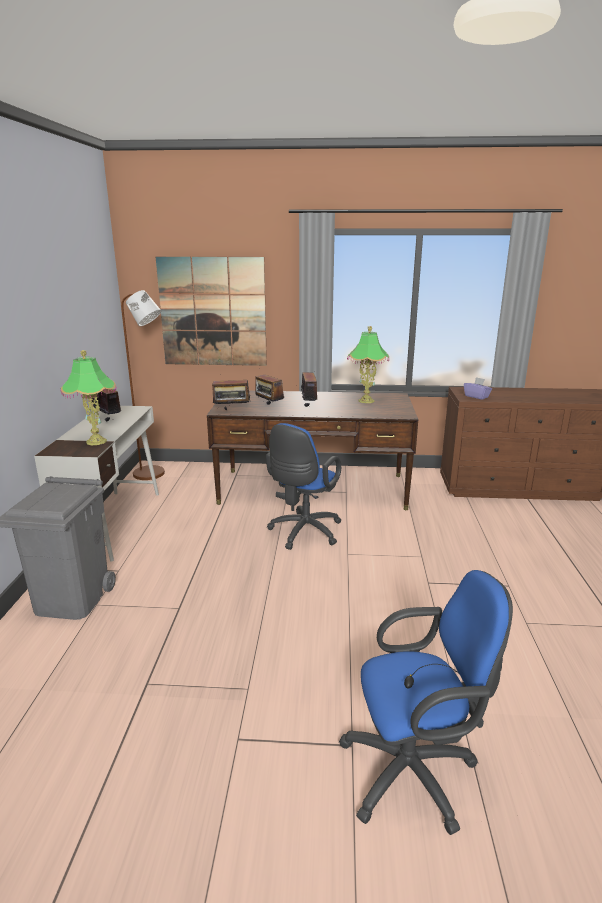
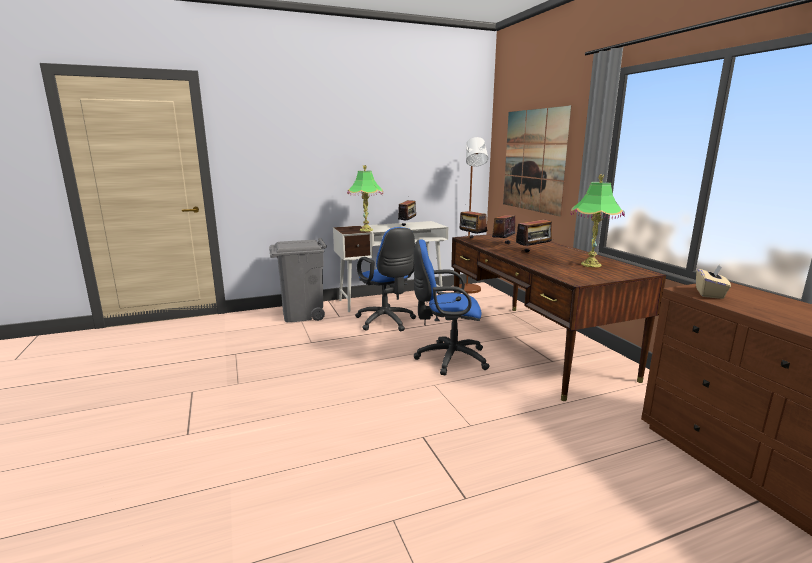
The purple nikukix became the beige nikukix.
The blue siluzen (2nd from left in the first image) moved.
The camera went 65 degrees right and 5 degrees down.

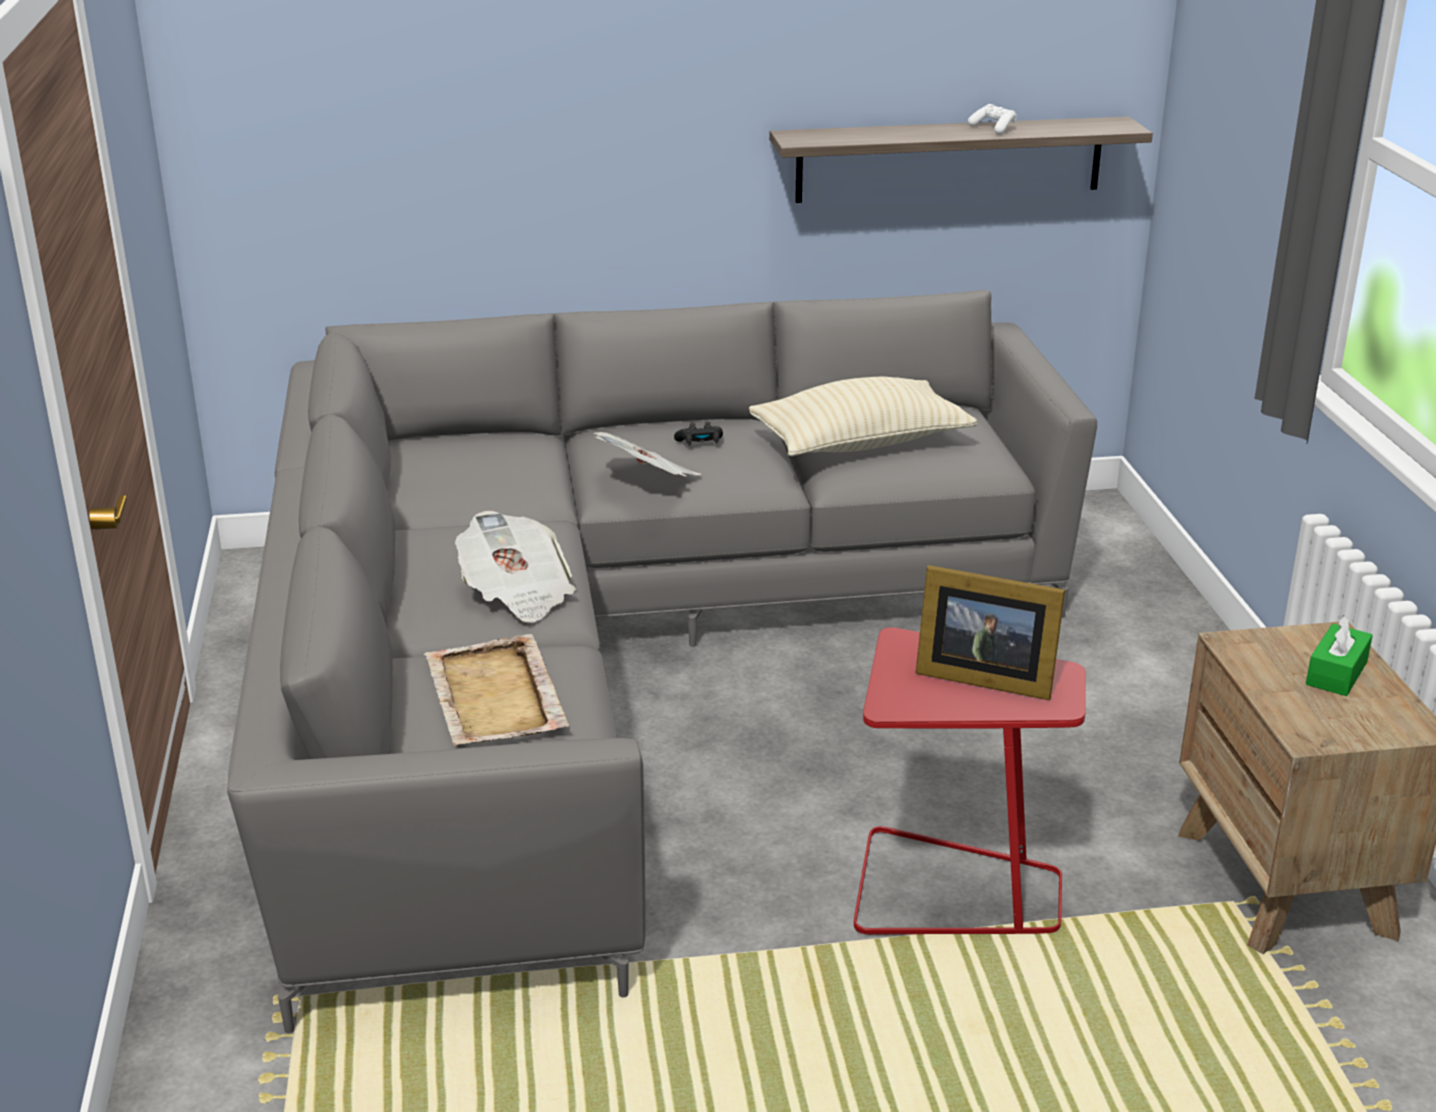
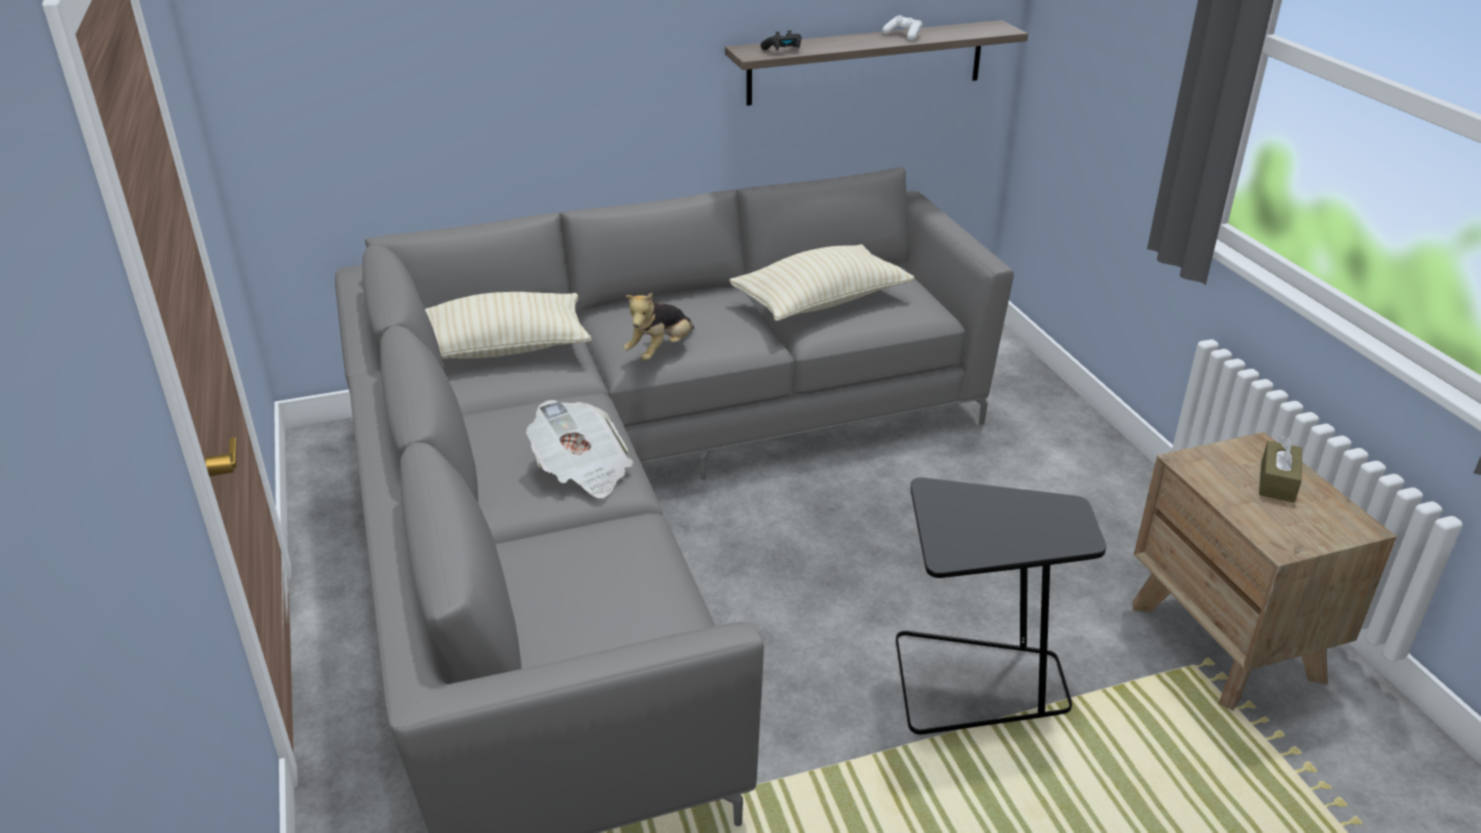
The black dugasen moved.
The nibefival (2nd from left) was replaced by the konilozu.
The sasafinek disappeared.
The green nikukix became the brown nikukix.
The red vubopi became the black vubopi.
The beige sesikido disappeared.
The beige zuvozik (1st from left) appeared.
The camera went 10 degrees left and 5 degrees up.

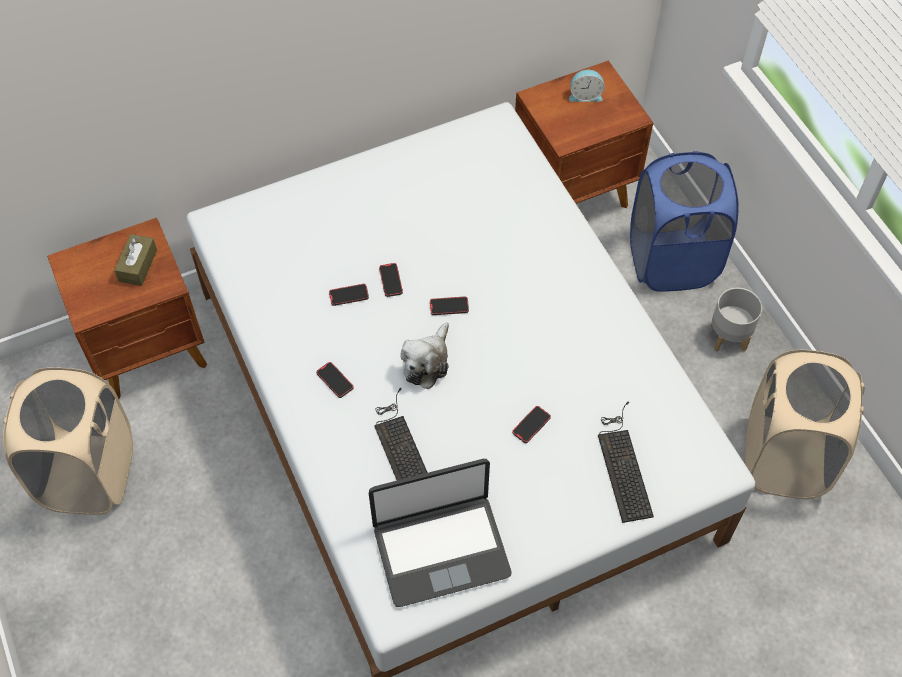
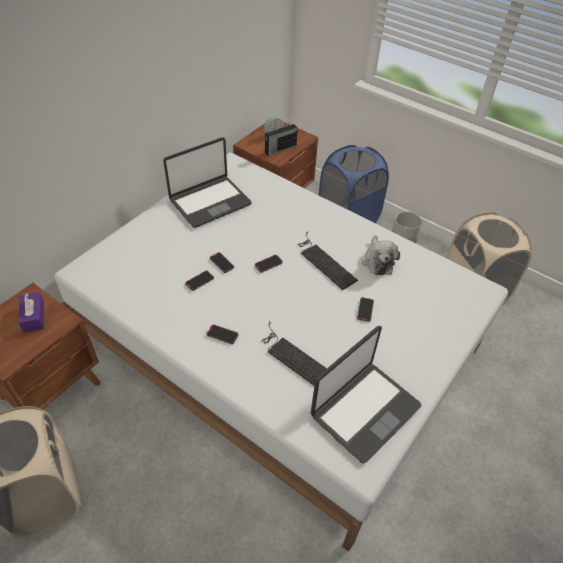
The brown nikukix became the purple nikukix.
The konilozu moved.
The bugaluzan (2nd from left) moved.
The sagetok appeared.
The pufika (1st from left) appeared.
The camera went 30 degrees left and 10 degrees down.

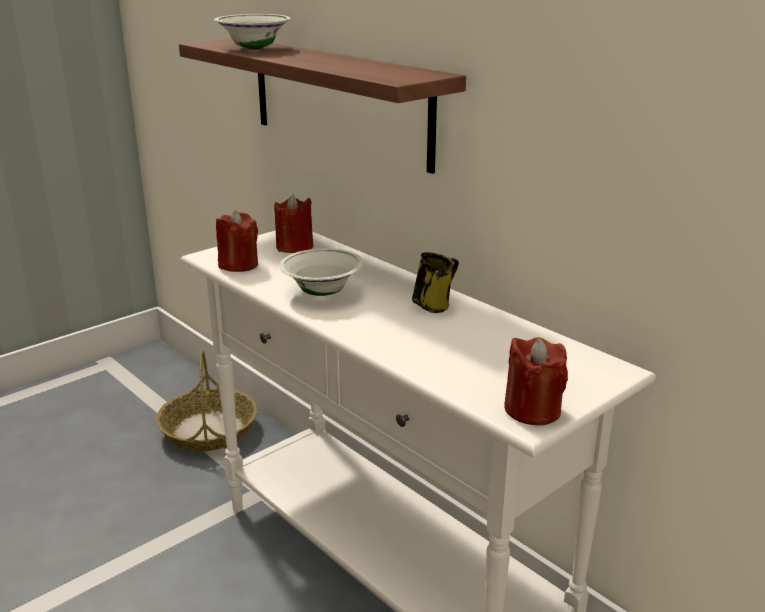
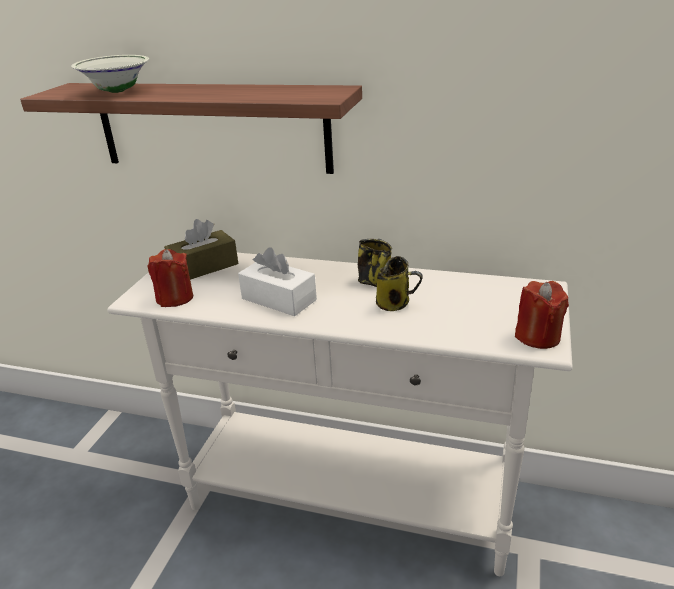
The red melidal (2nd from left) was replaced by the brown nikukix.
The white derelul (2nd from left) was replaced by the white nikukix.
The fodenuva disappeared.
The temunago (2nd from left) appeared.
The camera went 30 degrees left and 5 degrees up.

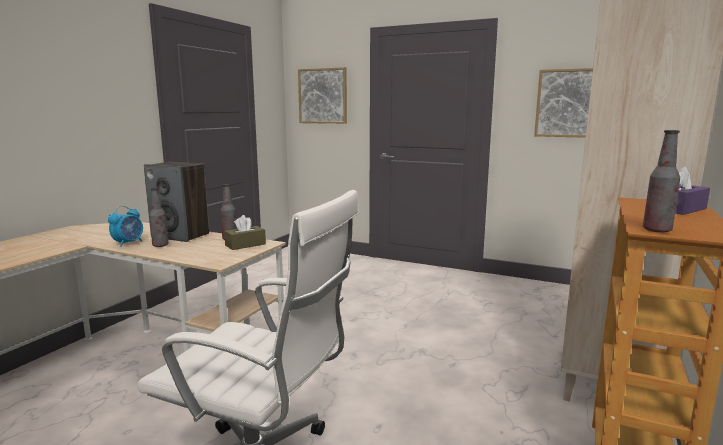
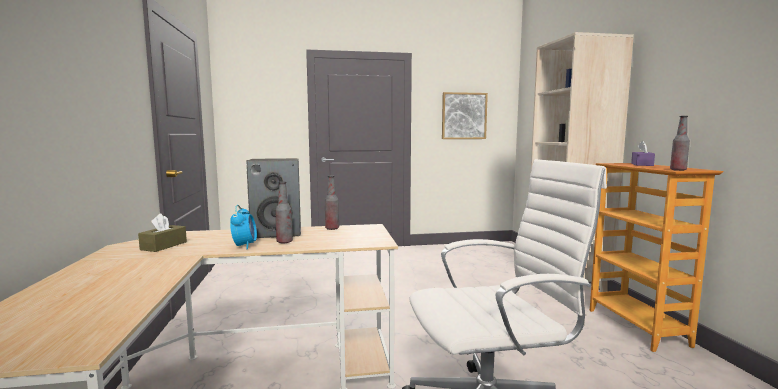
The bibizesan (1st from left) disappeared.
The brown nikukix moved.
The camera went 35 degrees left and 5 degrees down.

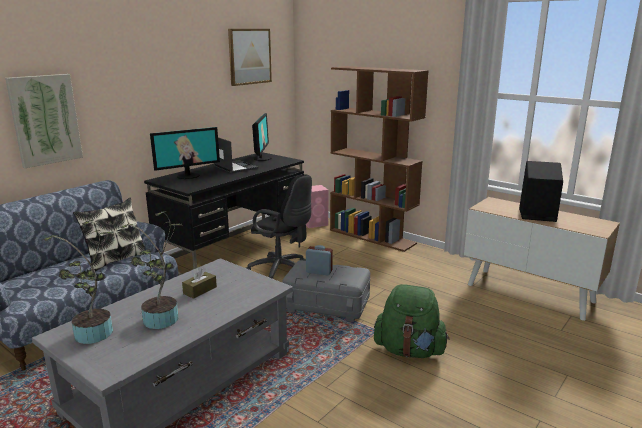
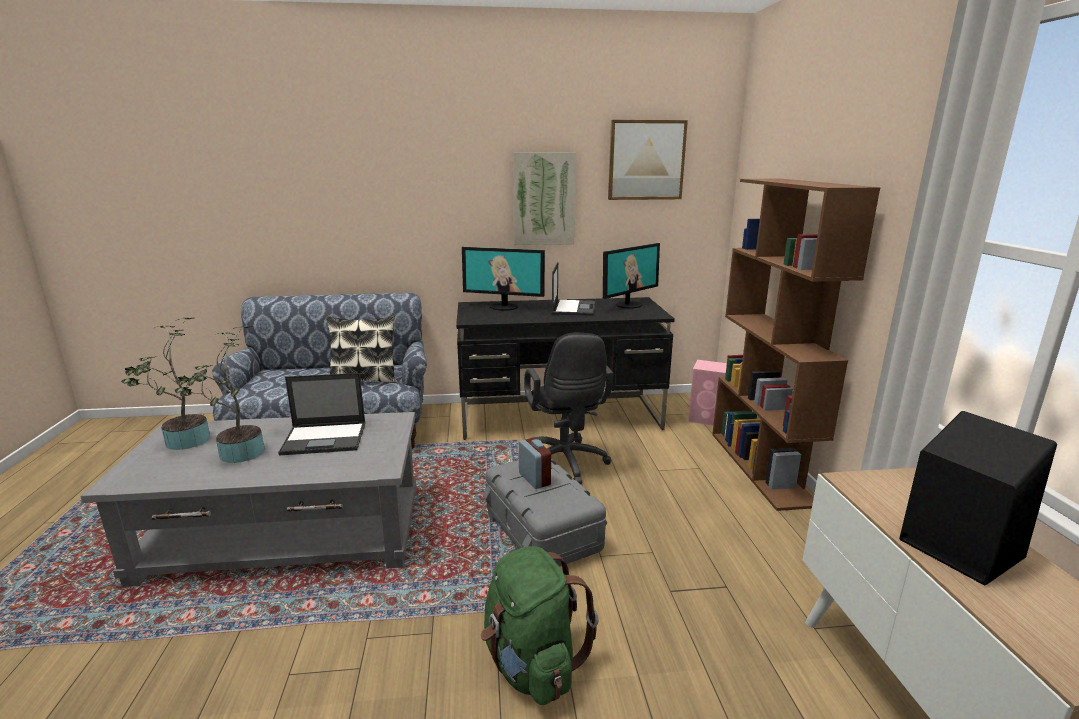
The bibizesan (1st from left) moved.
The brown nikukix was replaced by the pufika (1st from left).
The camera went 45 degrees right and 0 degrees up.

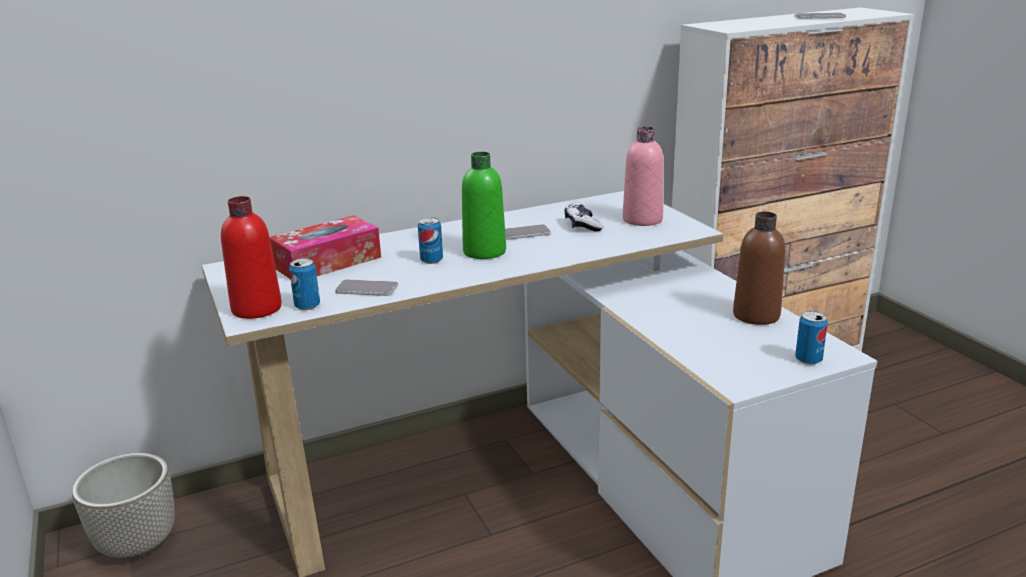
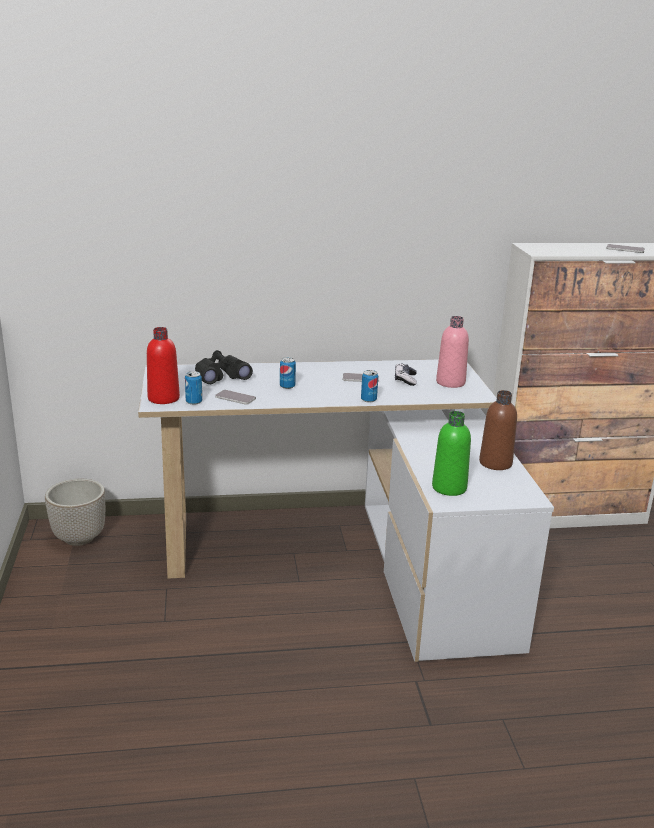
The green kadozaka moved.
The nikukix was replaced by the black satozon.
The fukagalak (3rd from left) moved.
The camera went 15 degrees right and 0 degrees up.

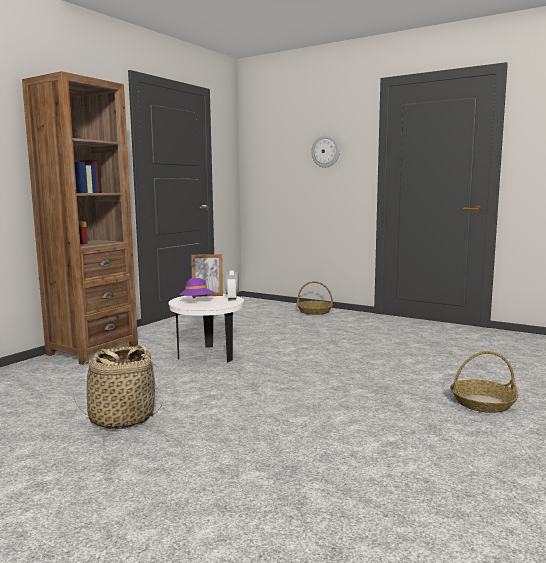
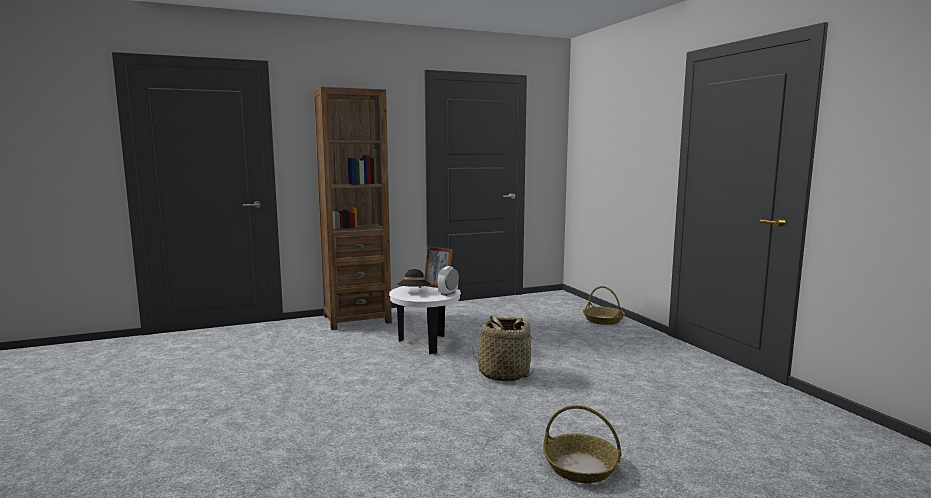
The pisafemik disappeared.
The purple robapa became the black robapa.
The fodenuva (1st from left) moved.
The camera went 35 degrees right and 0 degrees up.

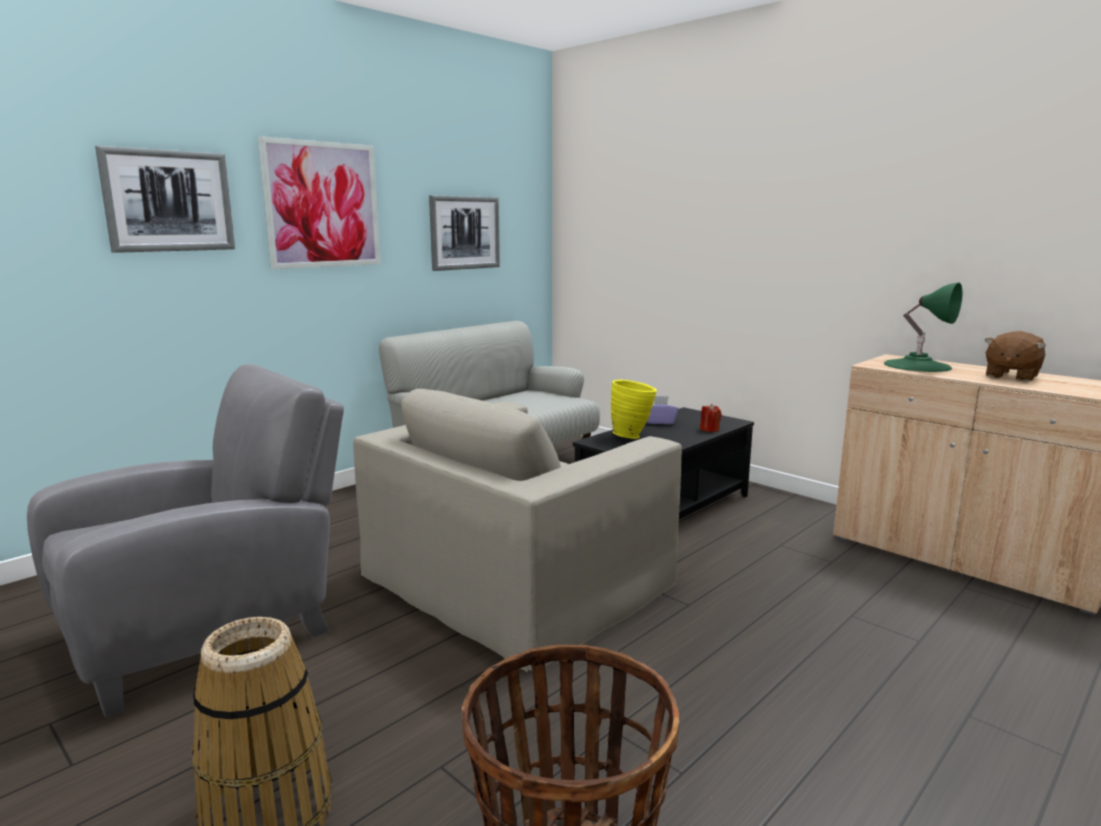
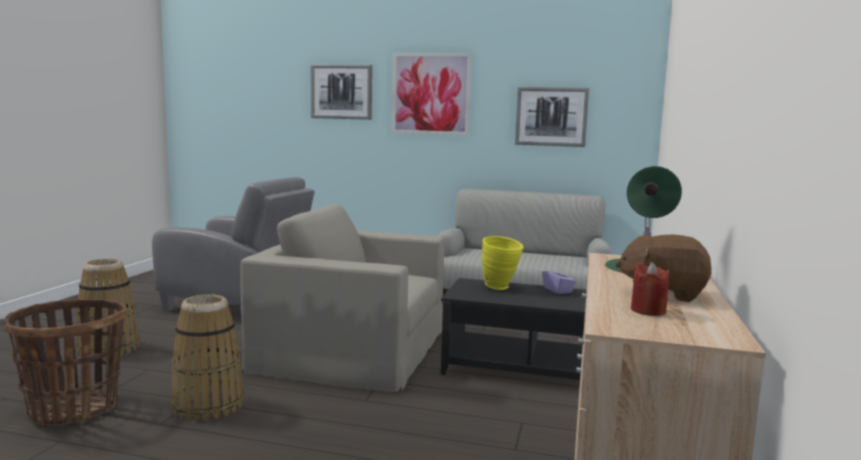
The red melidal moved.
The fodenuva (3rd from left) appeared.
The camera went 60 degrees right and 5 degrees down.

